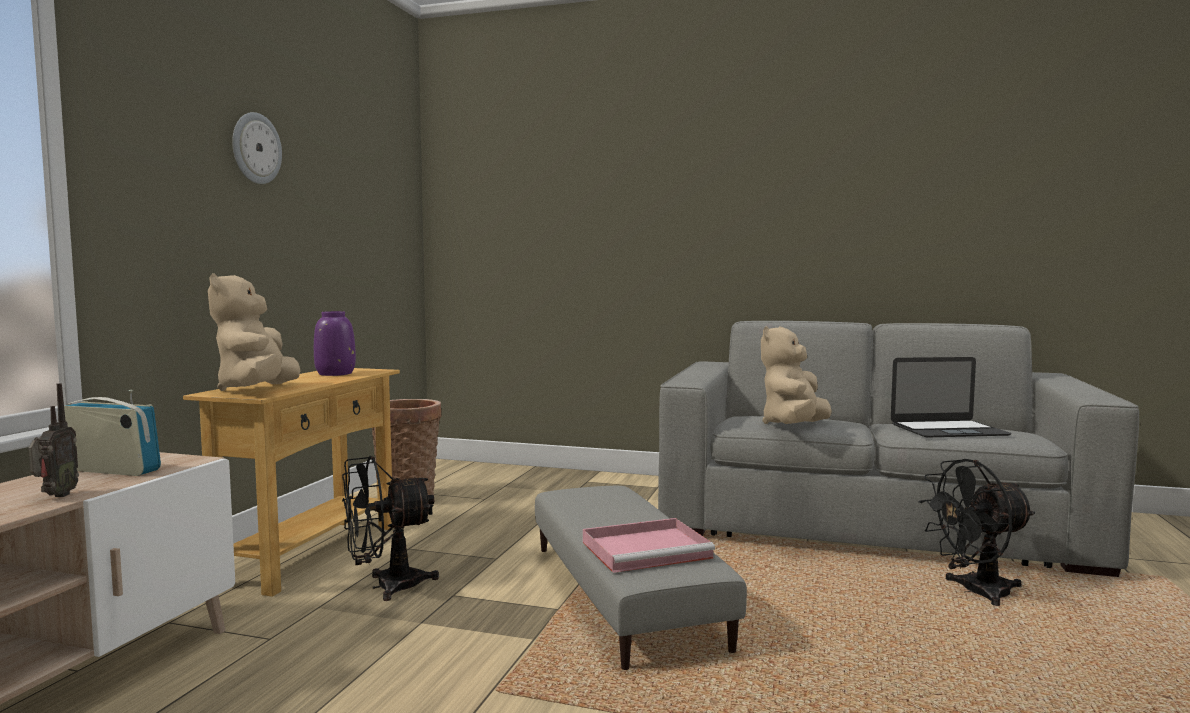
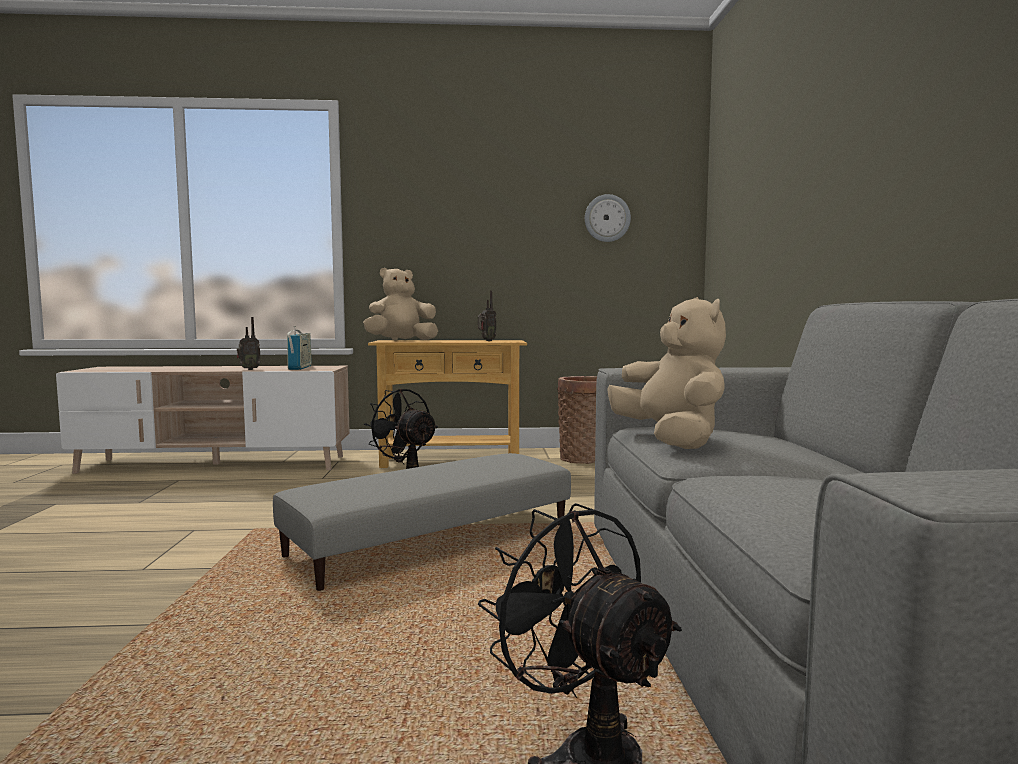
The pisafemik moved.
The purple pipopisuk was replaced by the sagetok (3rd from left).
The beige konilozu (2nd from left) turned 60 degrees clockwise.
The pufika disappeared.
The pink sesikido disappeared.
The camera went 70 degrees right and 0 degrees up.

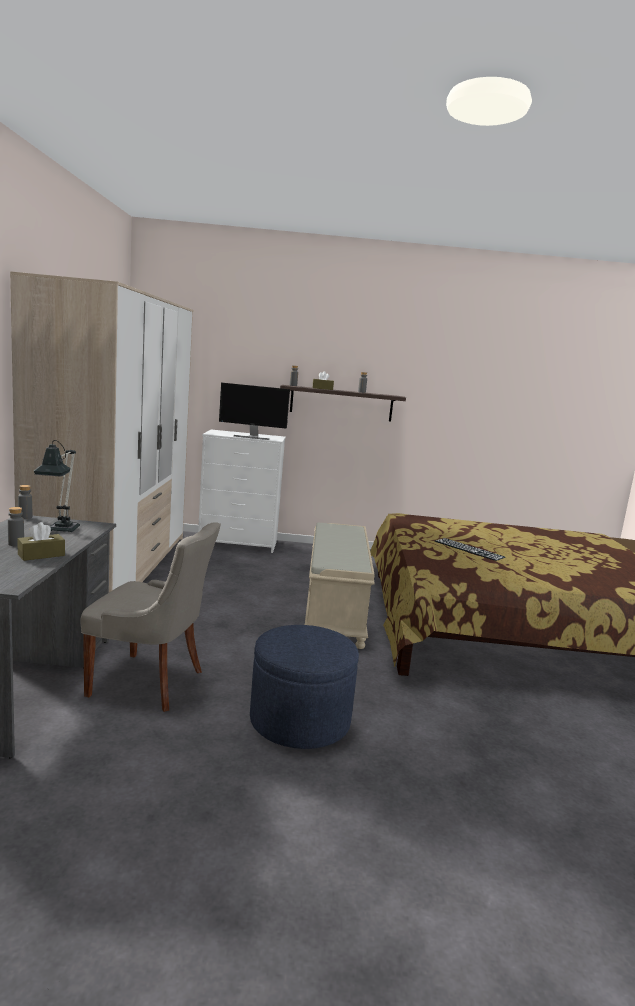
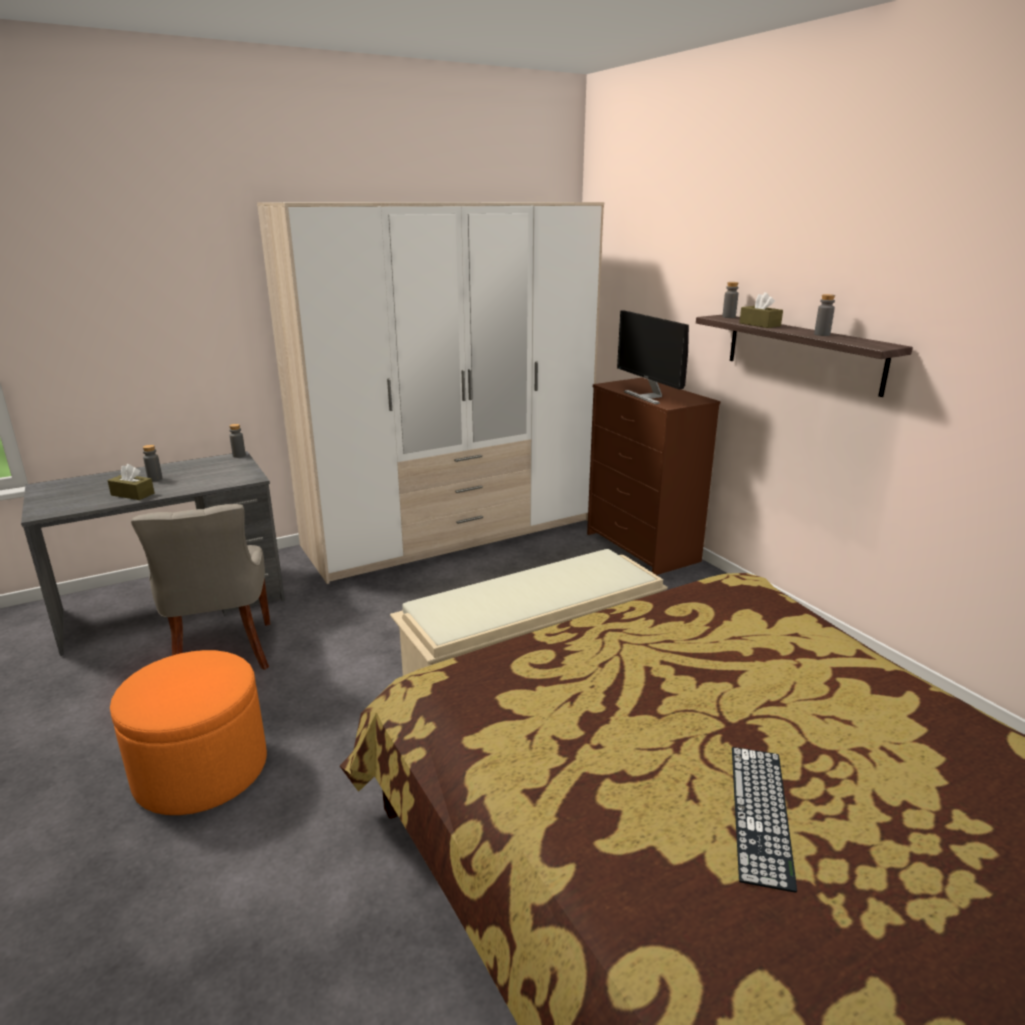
The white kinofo became the brown kinofo.
The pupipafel disappeared.
The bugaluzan moved.
The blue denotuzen became the orange denotuzen.
The camera went 60 degrees right and 10 degrees up.

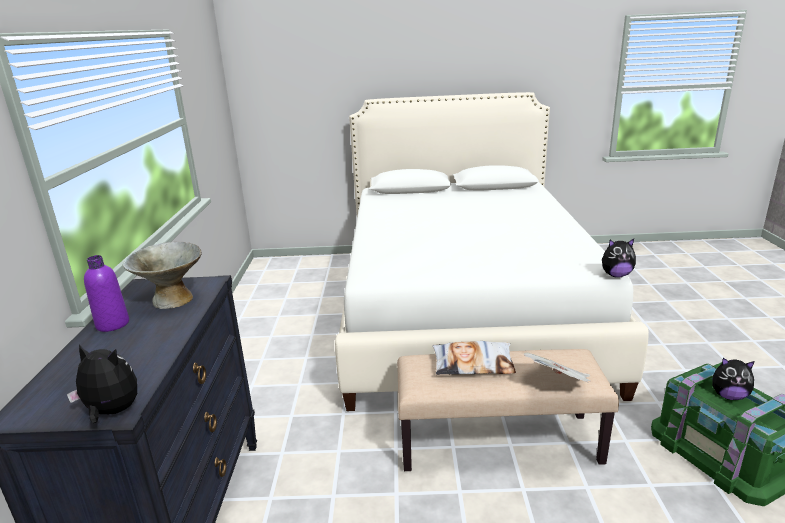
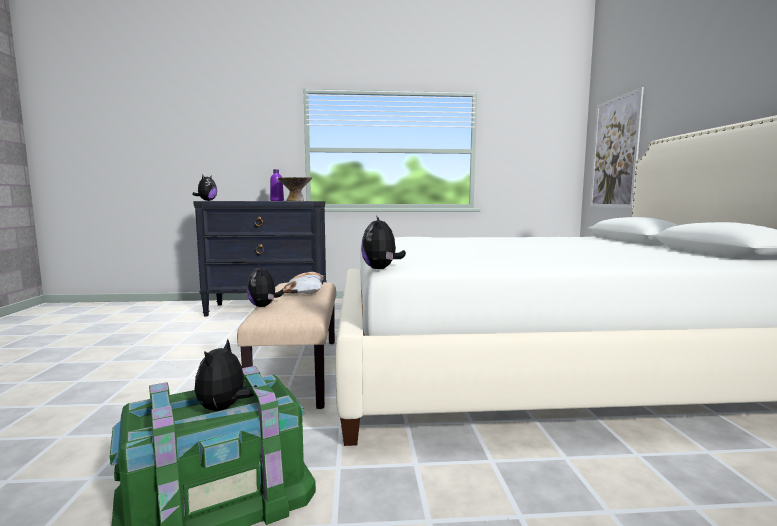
The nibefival was replaced by the konilozu (3rd from left).
The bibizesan appeared.
The camera went 85 degrees right and 15 degrees down.

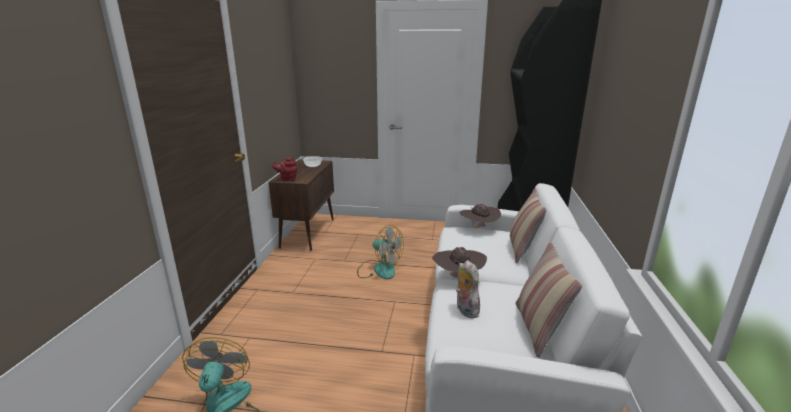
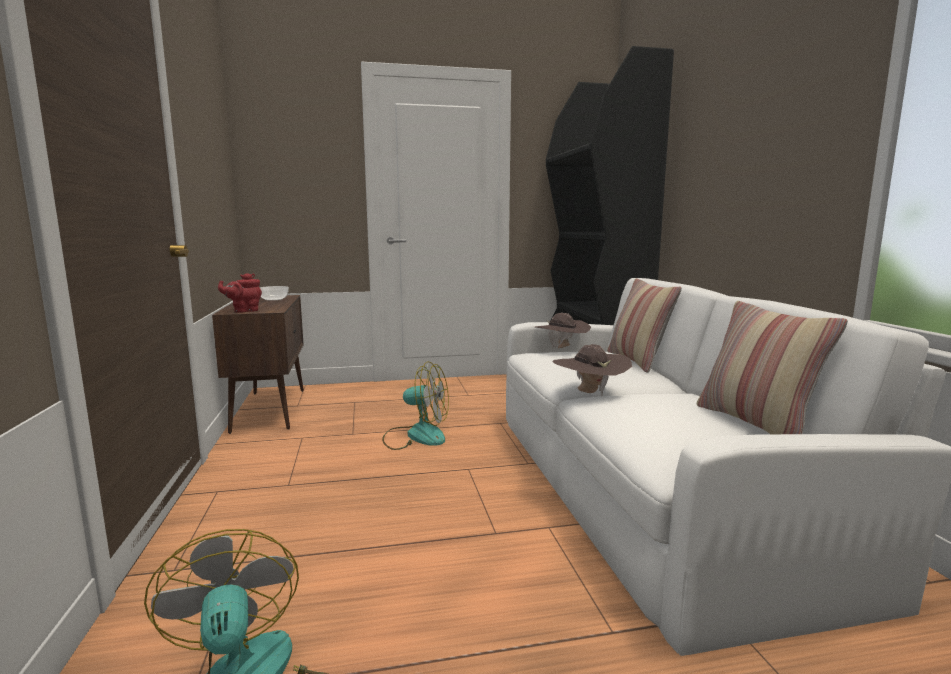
The konilozu disappeared.
The camera went 20 degrees left and 10 degrees down.

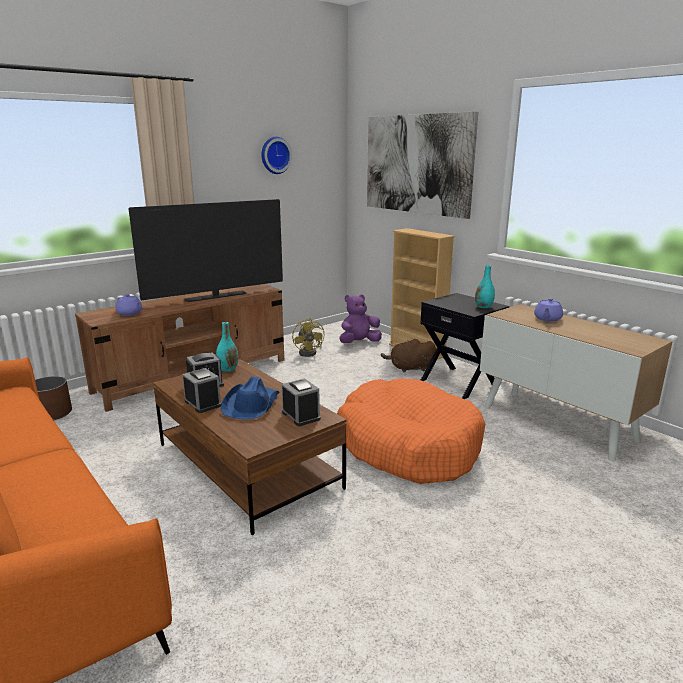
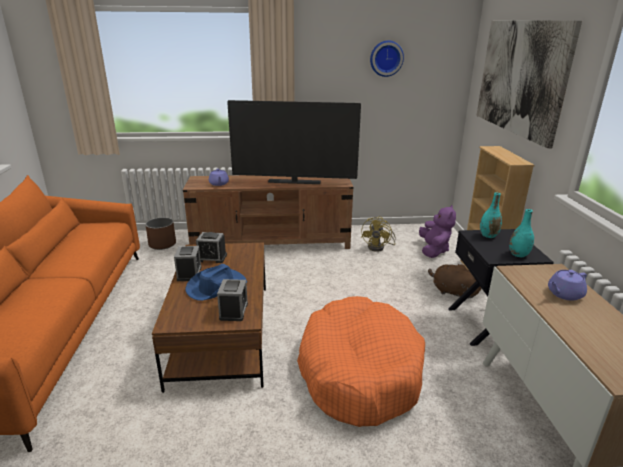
The purple konilozu turned 90 degrees clockwise.
The turquoise pipopisuk (1st from left) moved.
The camera went 35 degrees right and 5 degrees up.

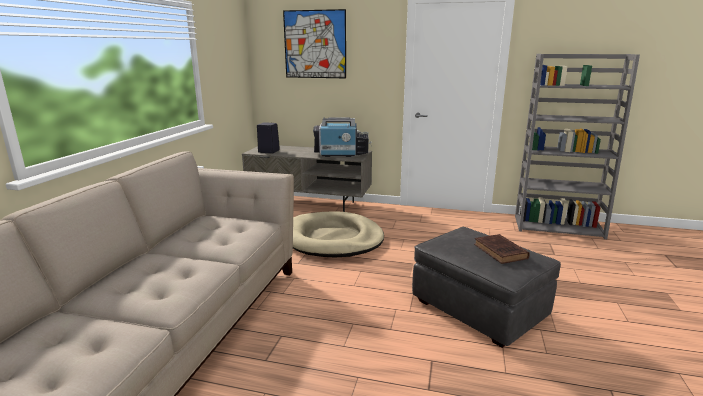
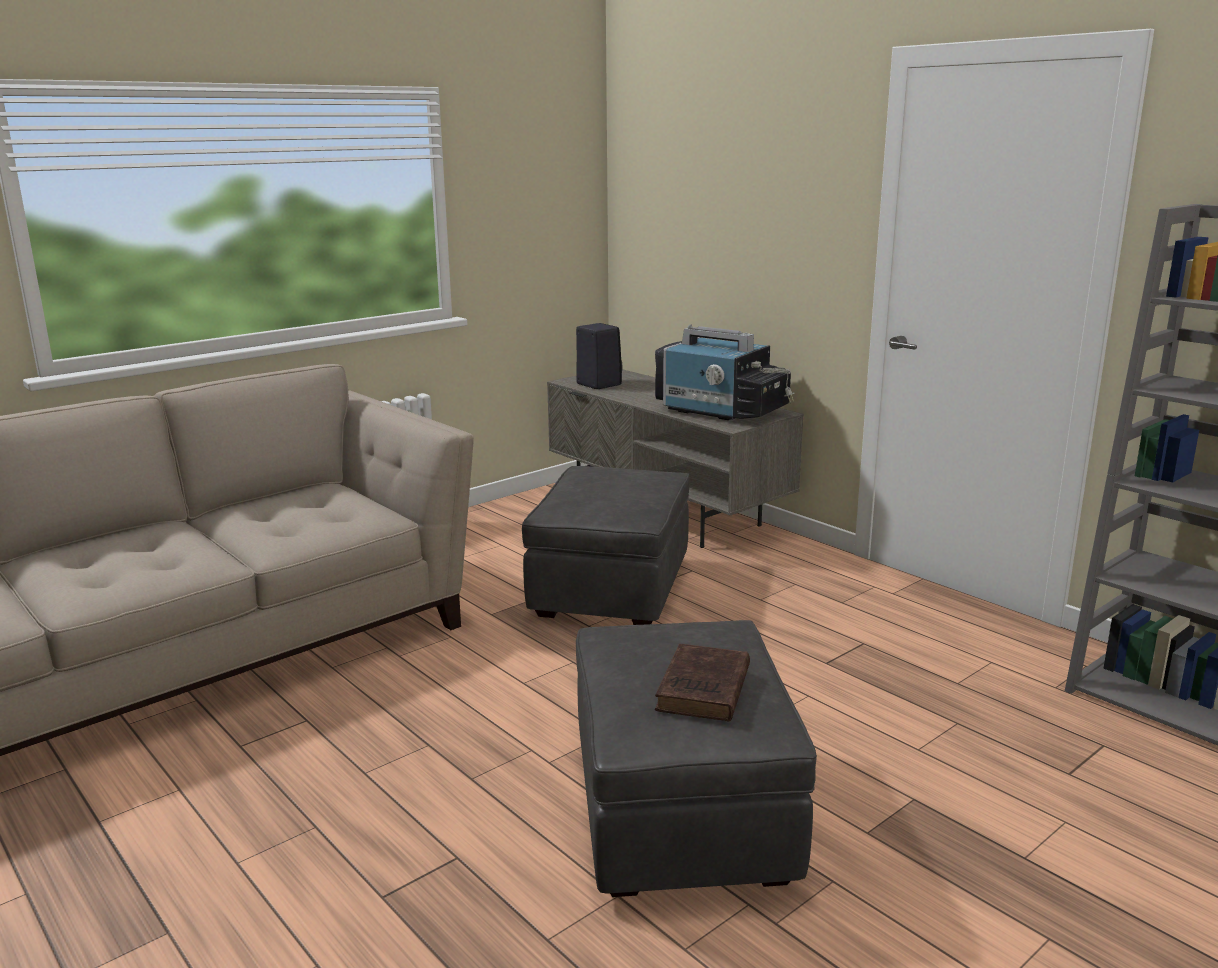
The bibizesan disappeared.
The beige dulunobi was replaced by the grey denotuzen (1st from left).
The camera went 35 degrees right and 0 degrees up.

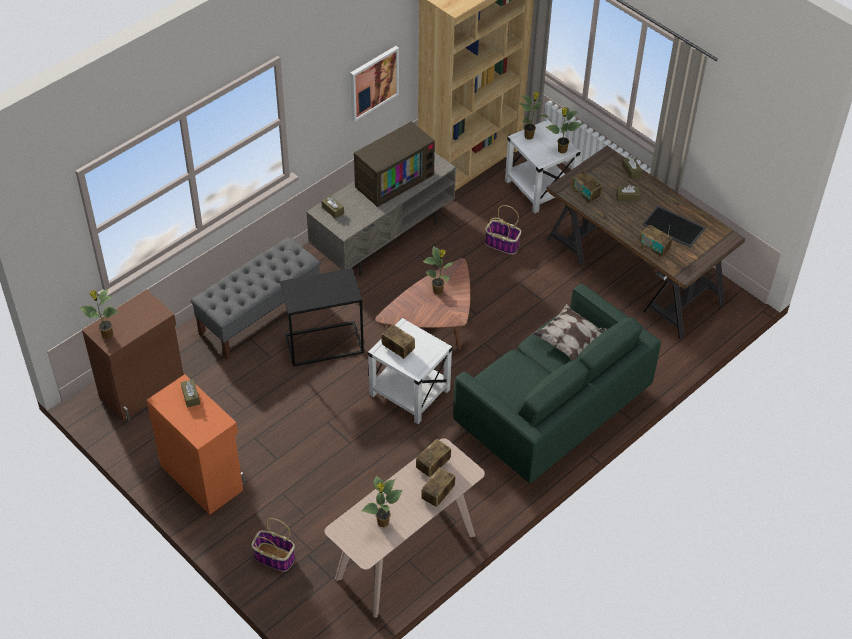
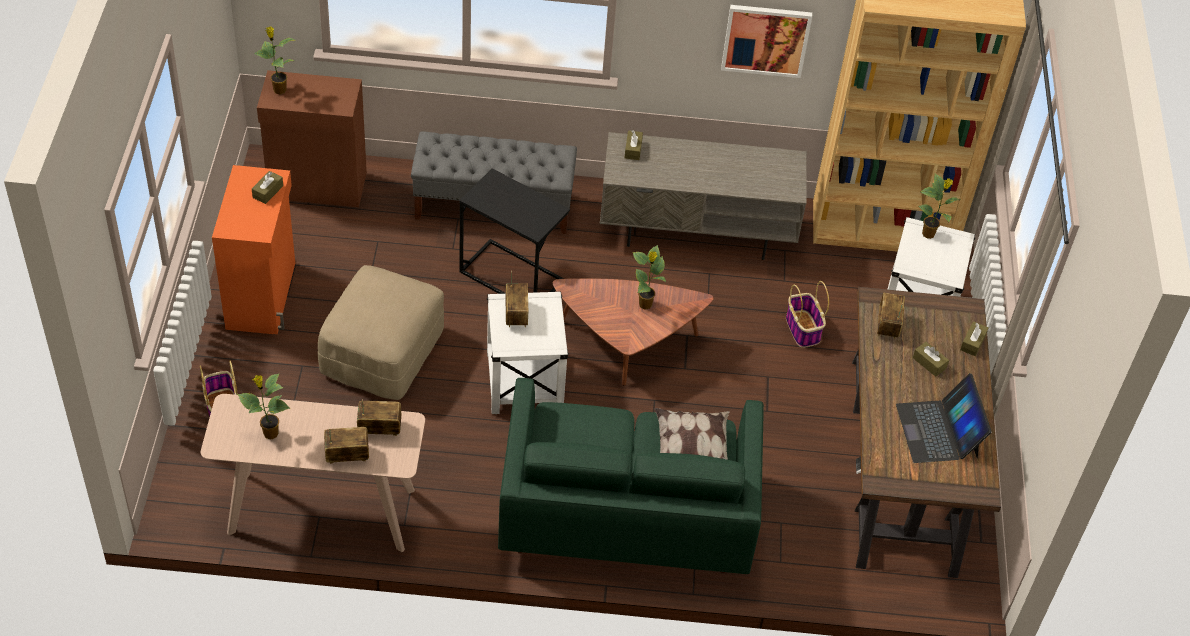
The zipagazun (5th from left) disappeared.
The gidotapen disappeared.
The sesikido was replaced by the pufika.
The sagetok (5th from left) disappeared.
The beige denotuzen appeared.
The camera went 45 degrees right and 0 degrees up.

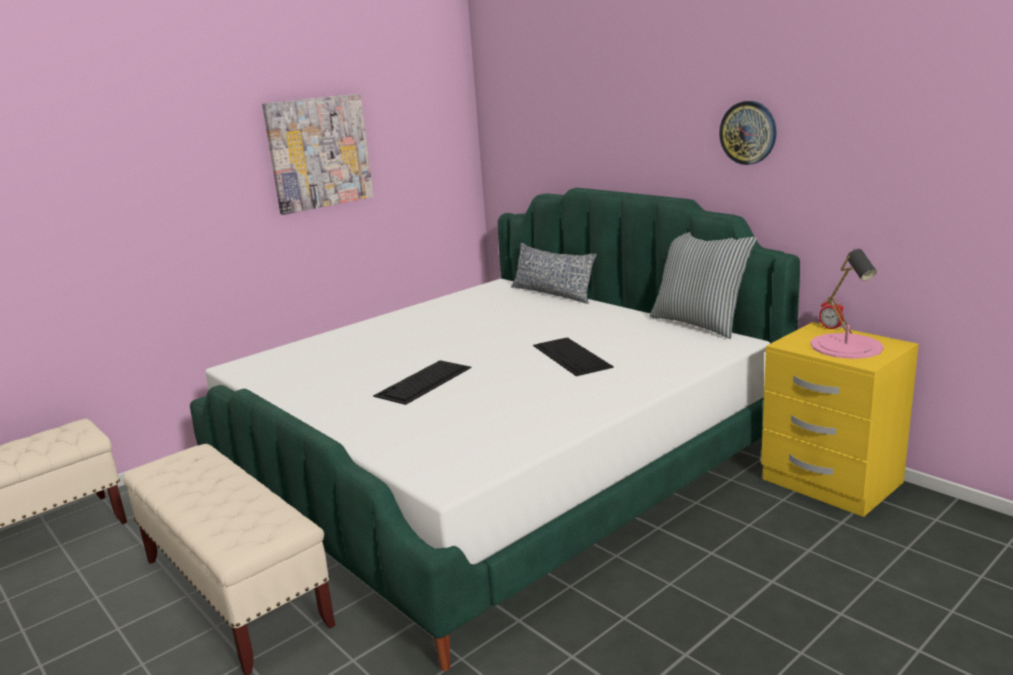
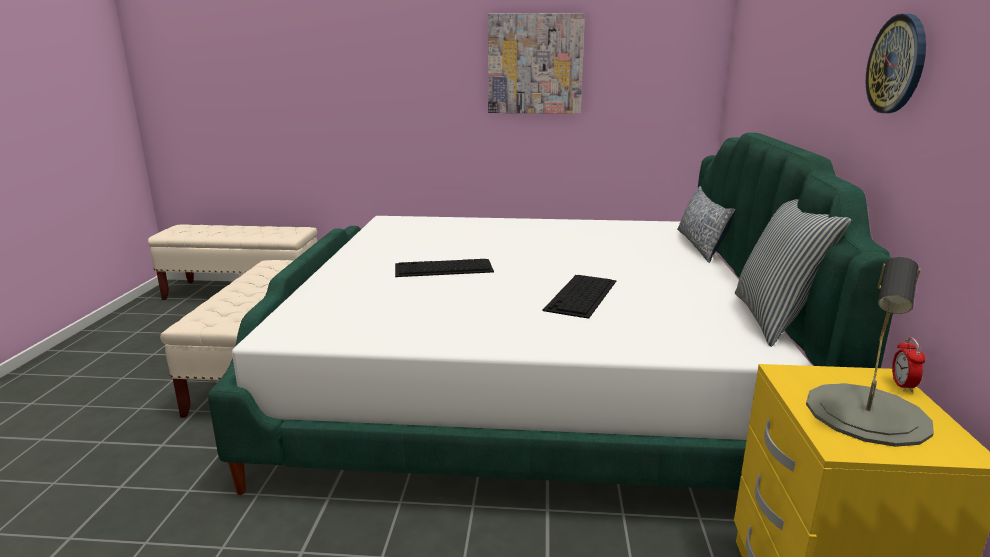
The pink pupipafel became the grey pupipafel.
The camera went 45 degrees right and 0 degrees up.

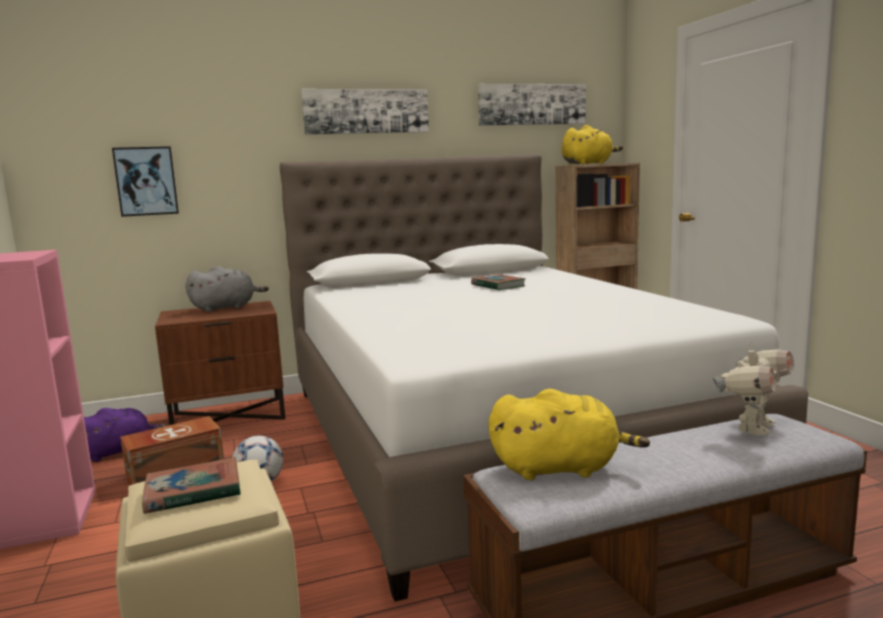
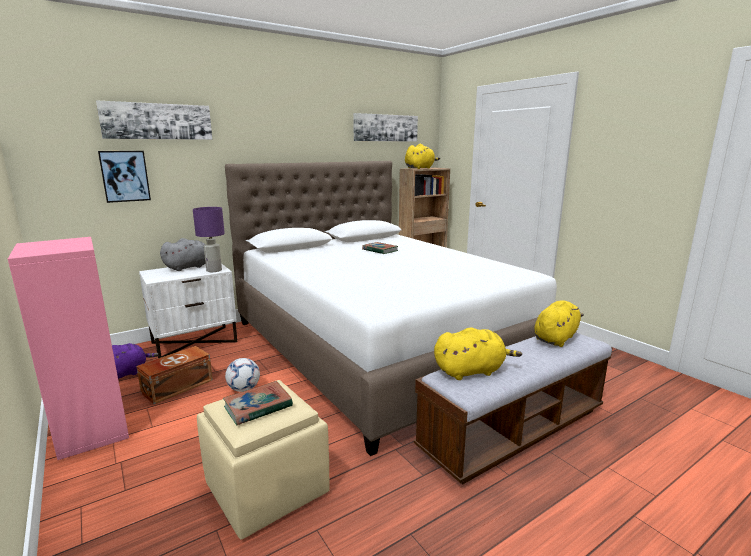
The bibizesan (2nd from left) moved.
The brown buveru became the white buveru.
The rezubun was replaced by the yellow konilozu (3rd from left).
The purple pupipafel appeared.
The camera went 15 degrees left and 5 degrees up.

